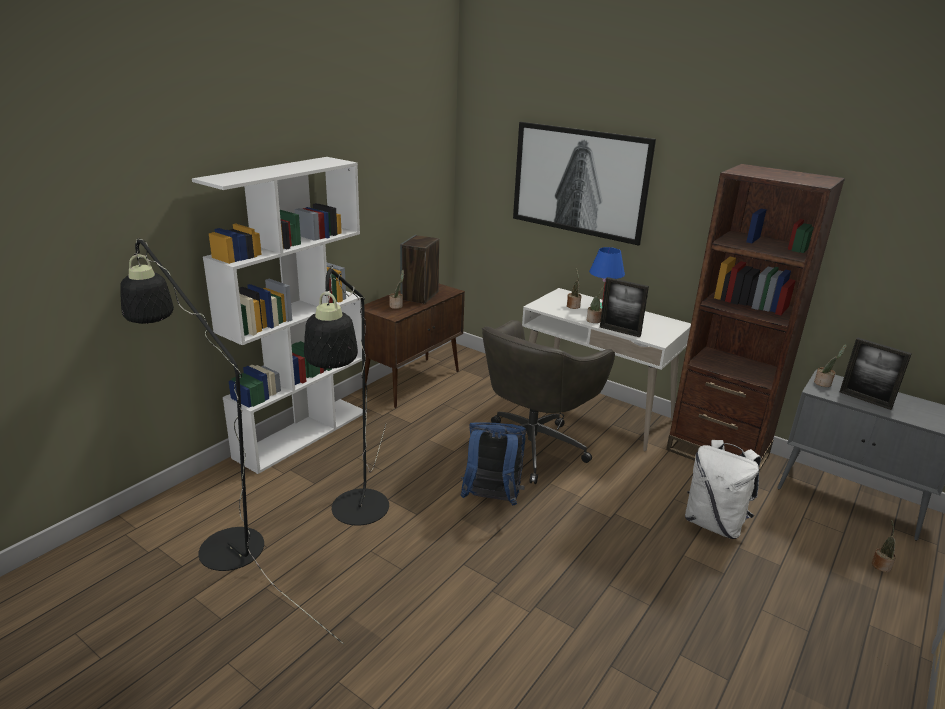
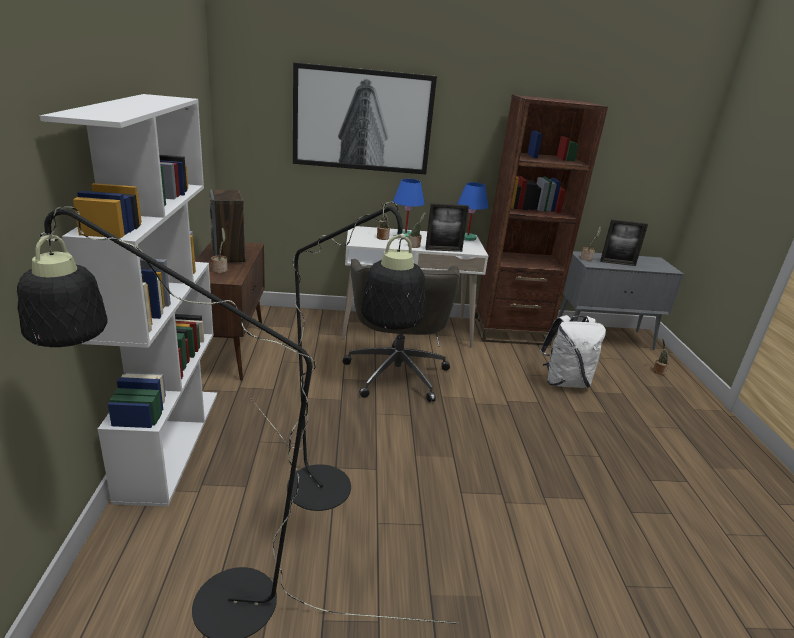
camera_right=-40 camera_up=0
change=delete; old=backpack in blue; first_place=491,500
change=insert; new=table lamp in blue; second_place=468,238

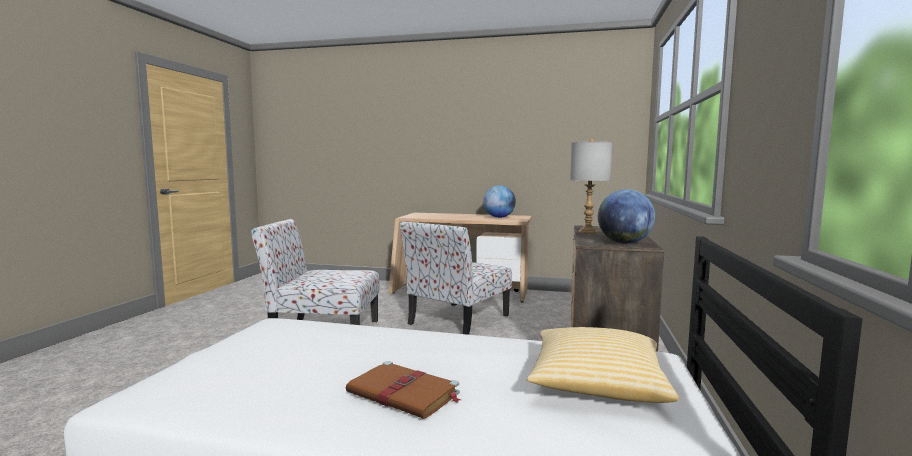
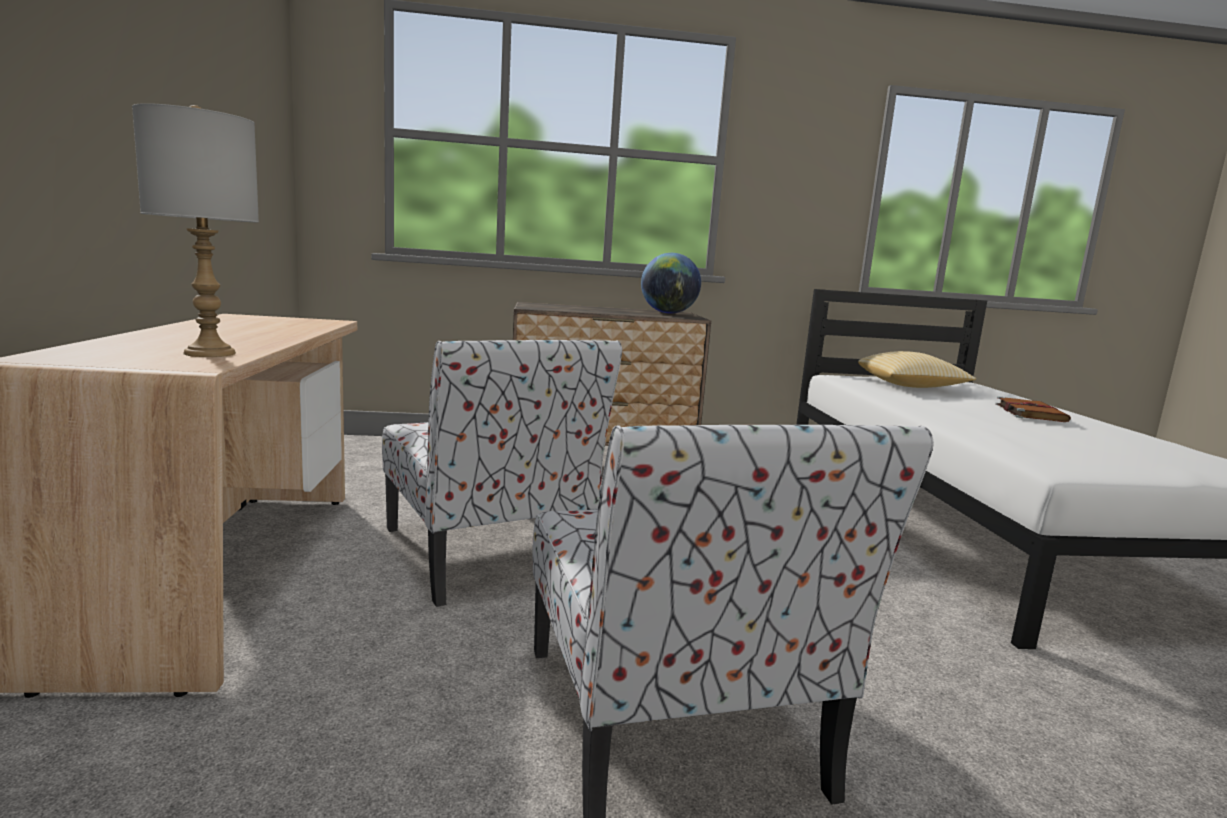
camera_right=-110 camera_up=5
change=rotate; old=chair; first_place=457,320; second_place=487,554; degrees=45
change=delete; old=globe; first_place=499,217
change=move; old=table lamp in grey; first_place=588,232; second_place=210,353

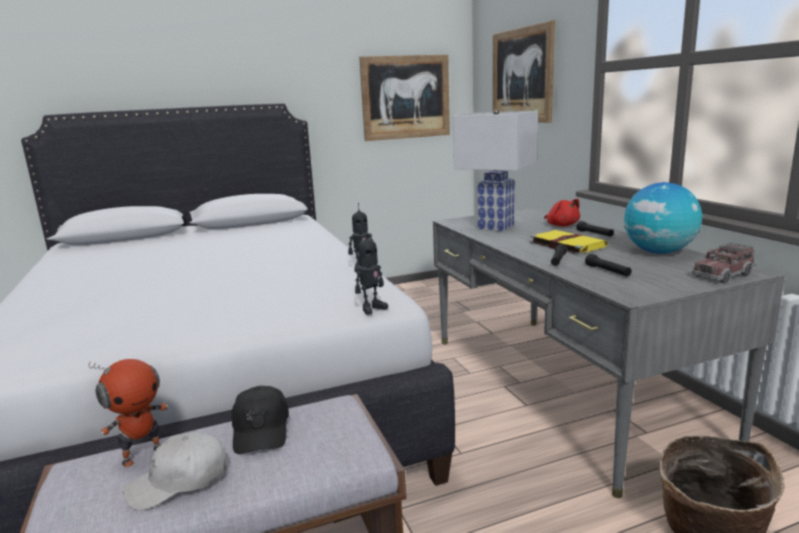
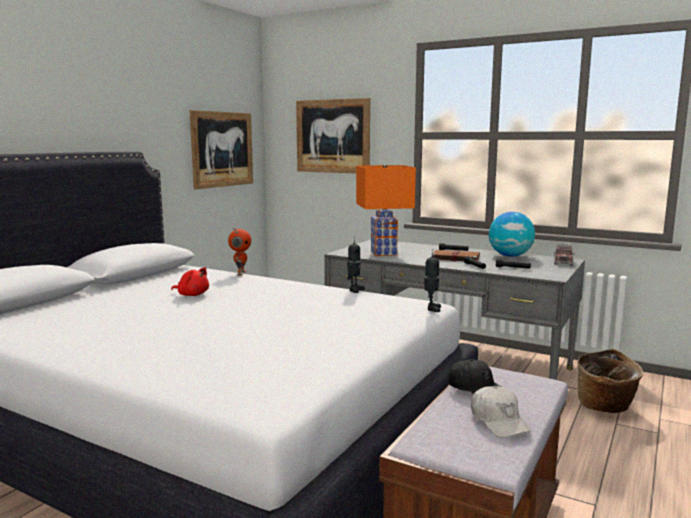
camera_right=-40 camera_up=-5
change=move; old=toy robot; first_place=142,454; second_place=240,273
change=rotate; old=cap in white; first_place=179,482; second_place=499,421; degrees=-45
change=recolor; old=table lamp in white; new=table lamp in orange; first_place=494,227; second_place=383,253
change=recolor; old=book in yellow; new=book in brown; first_place=566,244; second_place=454,258
change=move; old=plush toy in red; first_place=562,225; second_place=192,295

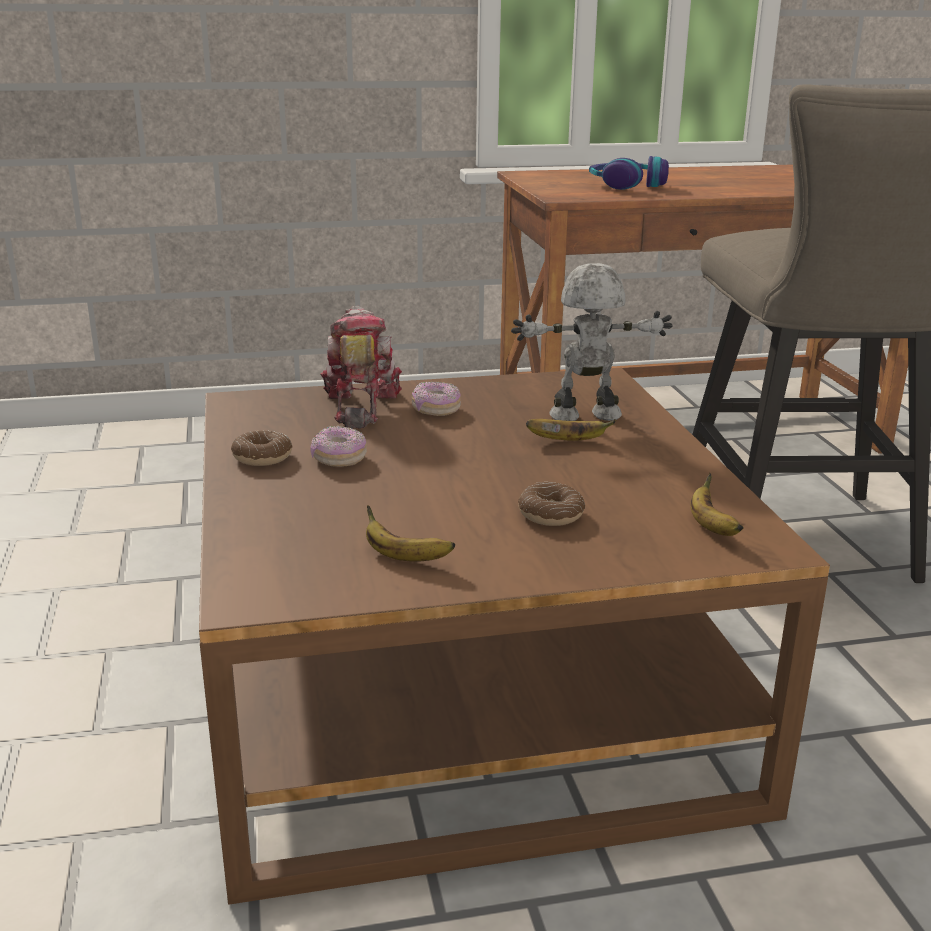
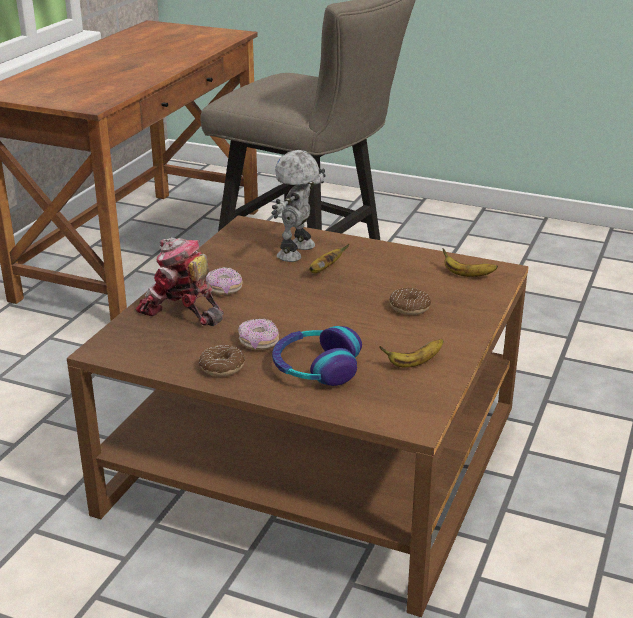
camera_right=-55 camera_up=5
change=move; old=headphones; first_place=626,185; second_place=316,367

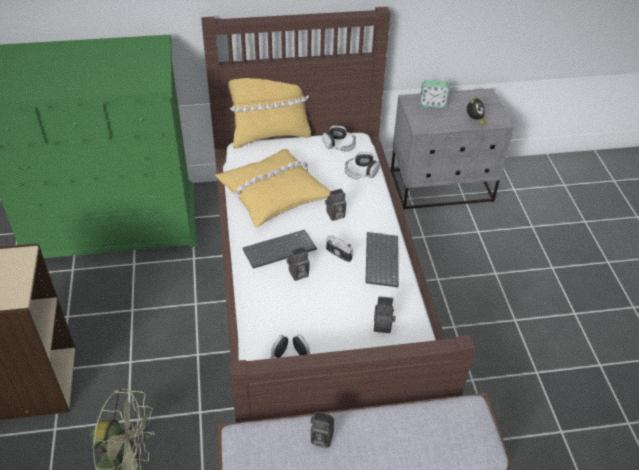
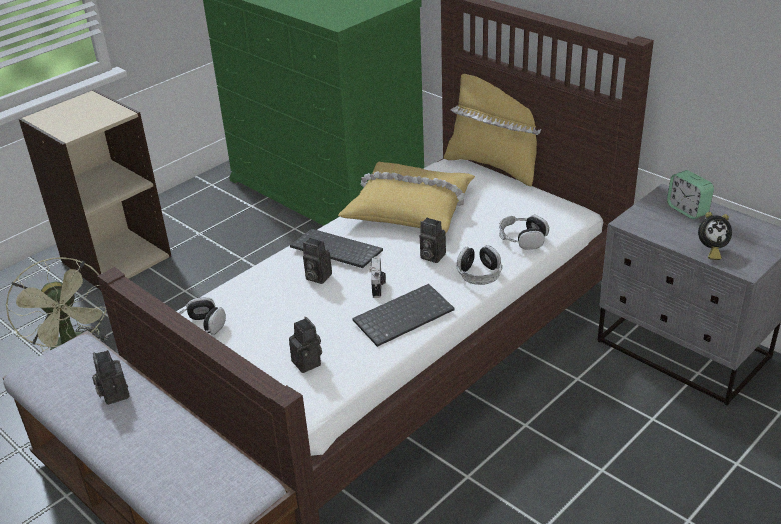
camera_right=55 camera_up=-10
change=move; old=headphones; first_place=339,145; second_place=479,274

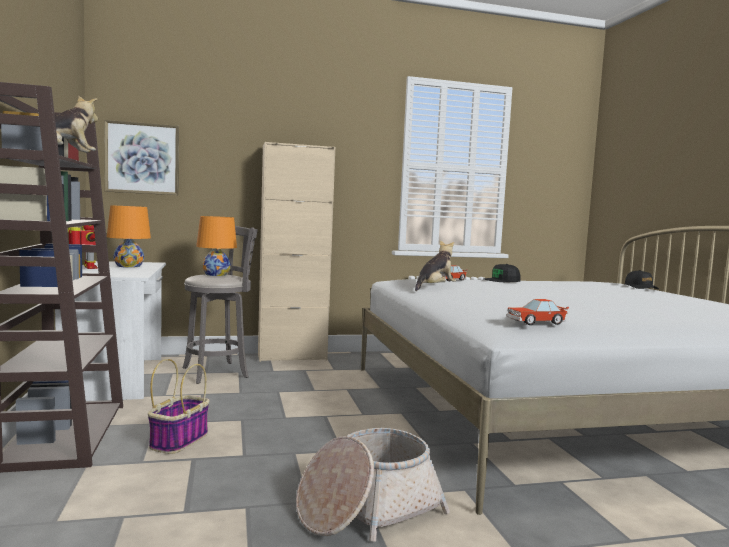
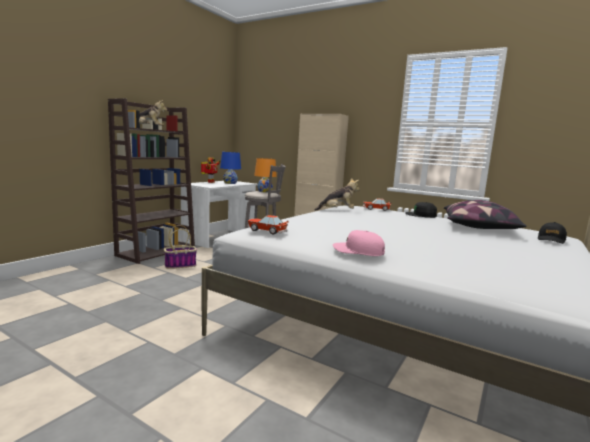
camera_right=45 camera_up=5
change=delete; old=picture; first_place=142,158
change=recolor; old=table lamp in orange; new=table lamp in blue; first_place=128,266; second_place=230,183
change=delete; old=basket; first_place=367,509
change=insert; new=cap in pink; second_place=358,251
change=insert; new=pillow; second_place=479,229

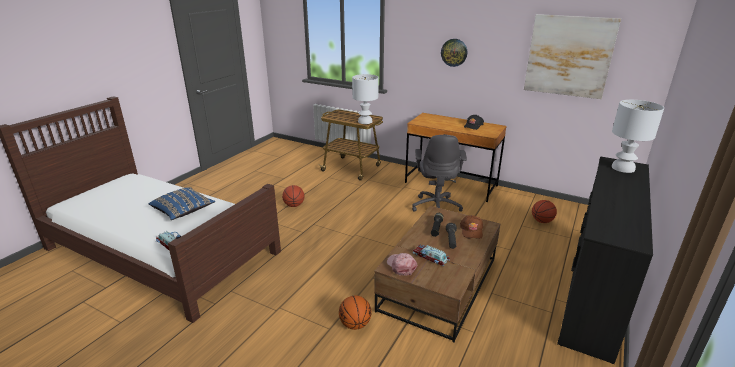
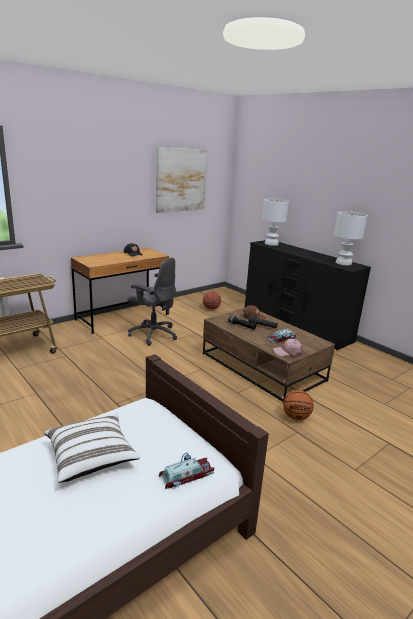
camera_right=-70 camera_up=-5
change=recolor; old=pillow in blue; new=pillow in white; first_place=183,211; second_place=91,457
change=delete; old=basketball; first_place=294,205
change=move; old=table lamp in white; first_place=365,121; second_place=343,263
change=delete; old=wall clock; first_place=454,52

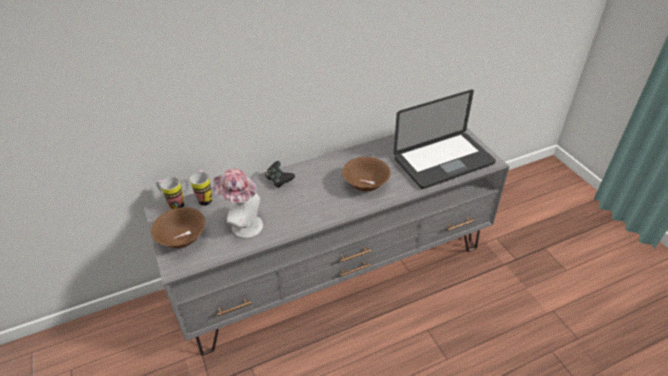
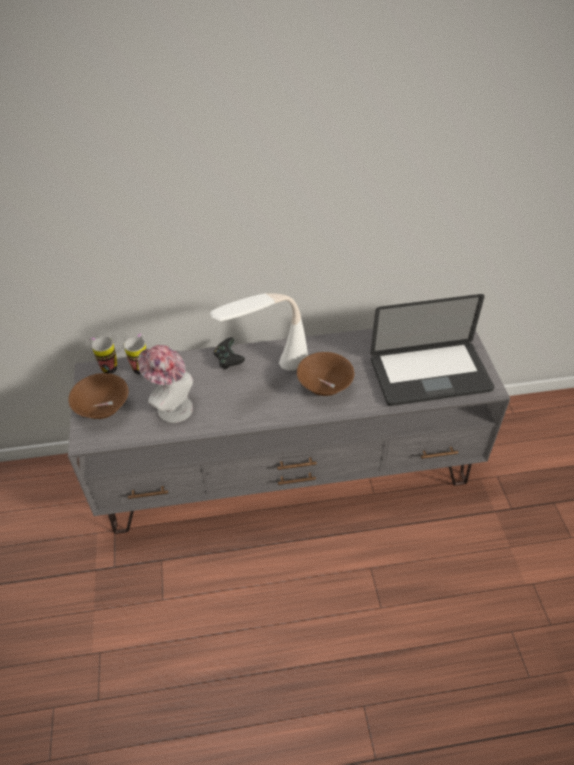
camera_right=15 camera_up=5
change=insert; new=table lamp in white; second_place=265,378

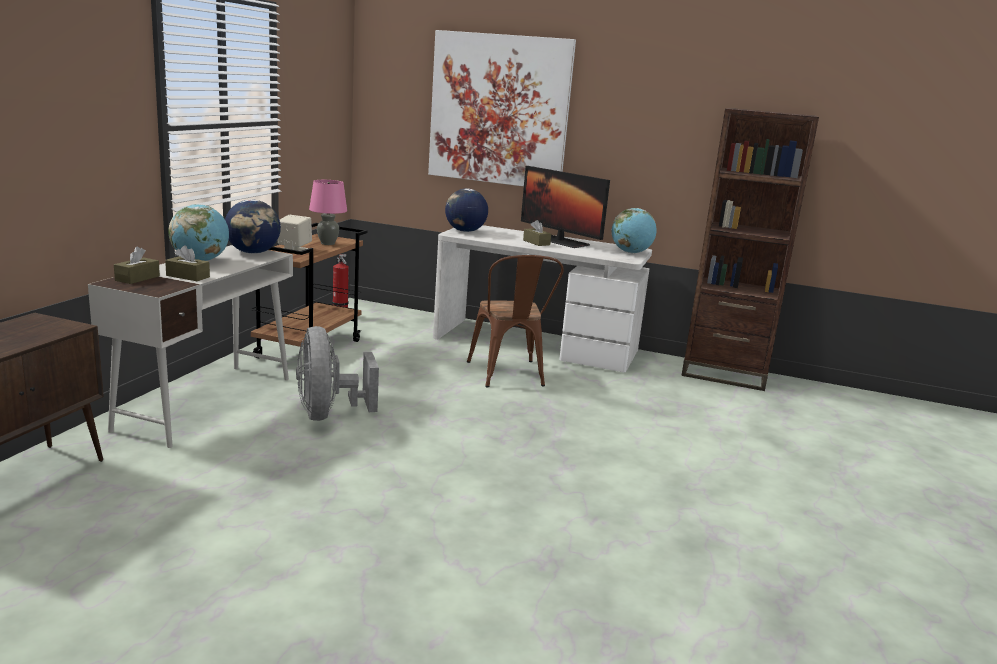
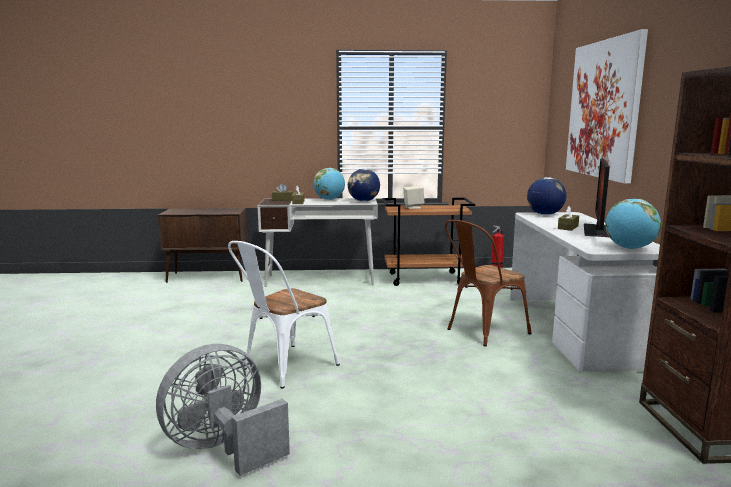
camera_right=70 camera_up=-5
change=move; old=fan in grey; first_place=328,414; second_place=224,448
change=delete; old=table lamp in pink; first_place=328,243
change=insert; new=chair in white; second_place=283,368

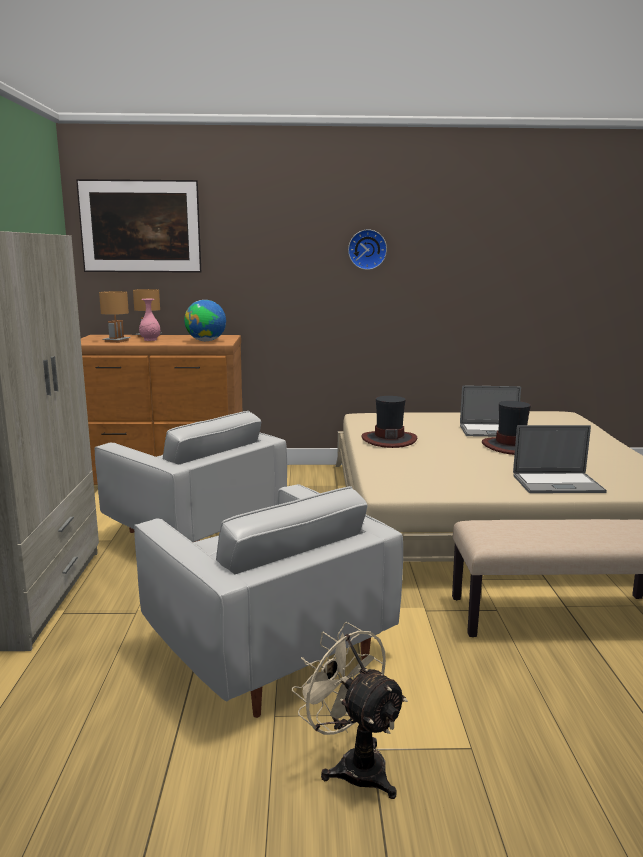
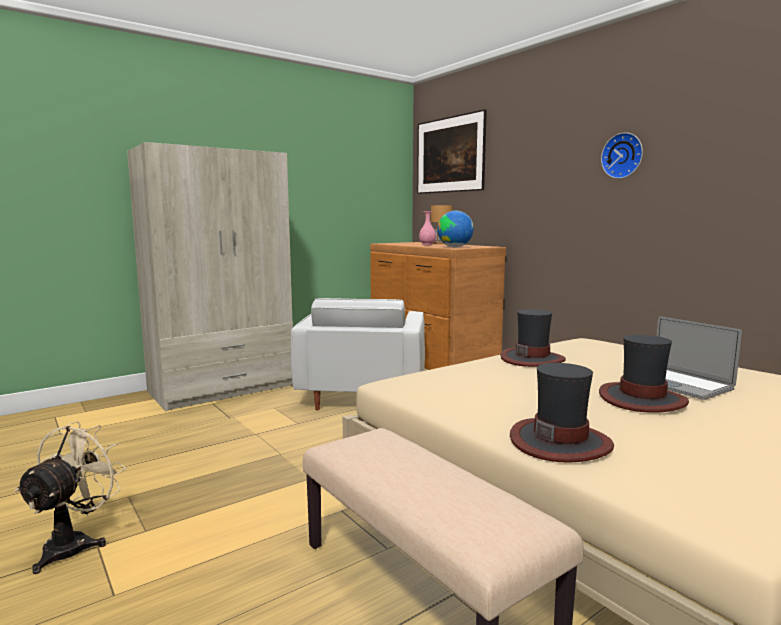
camera_right=55 camera_up=-5
change=delete; old=table lamp in brown; first_place=116,341
change=delete; old=armchair in white; first_place=265,647
change=replace; old=laptop; new=hat; first_place=557,484; second_place=560,442

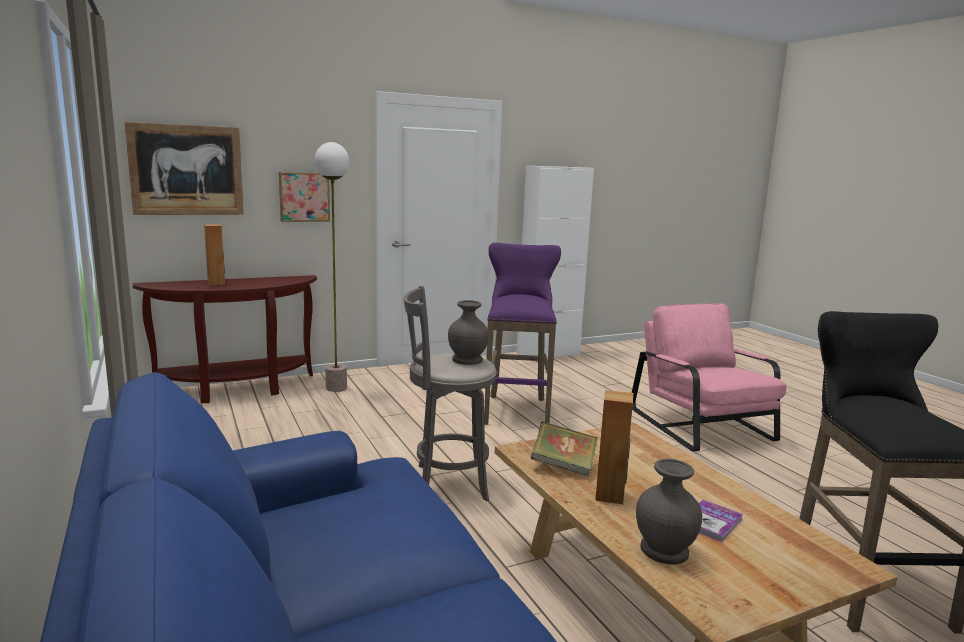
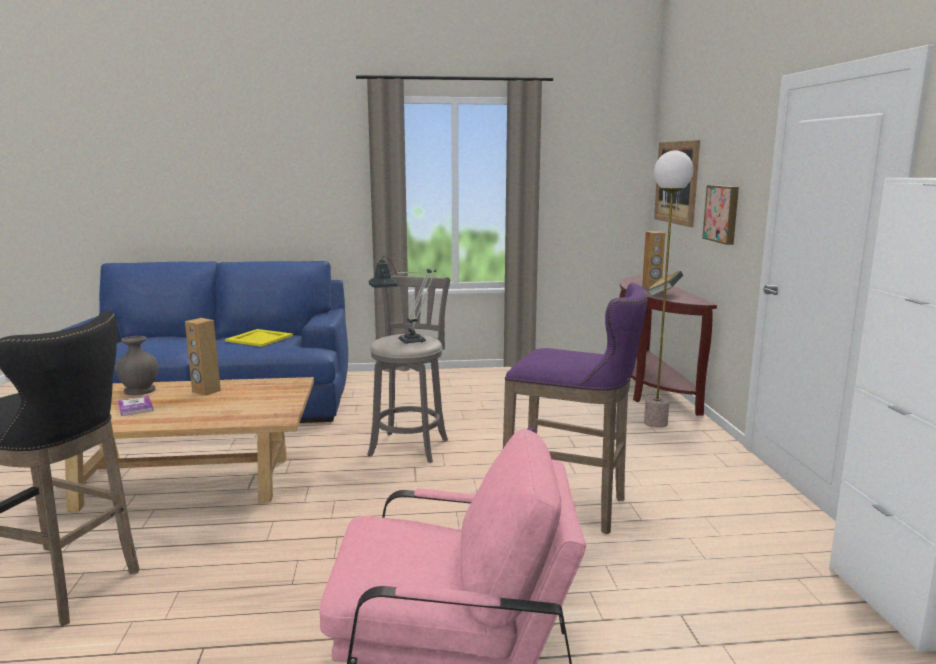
camera_right=110 camera_up=0
change=replace; old=vase in grey; new=table lamp; first_place=467,359; second_place=405,341
change=move; old=book; first_place=563,466; second_place=664,294
change=insert; new=tray in yellow; second_place=260,338

